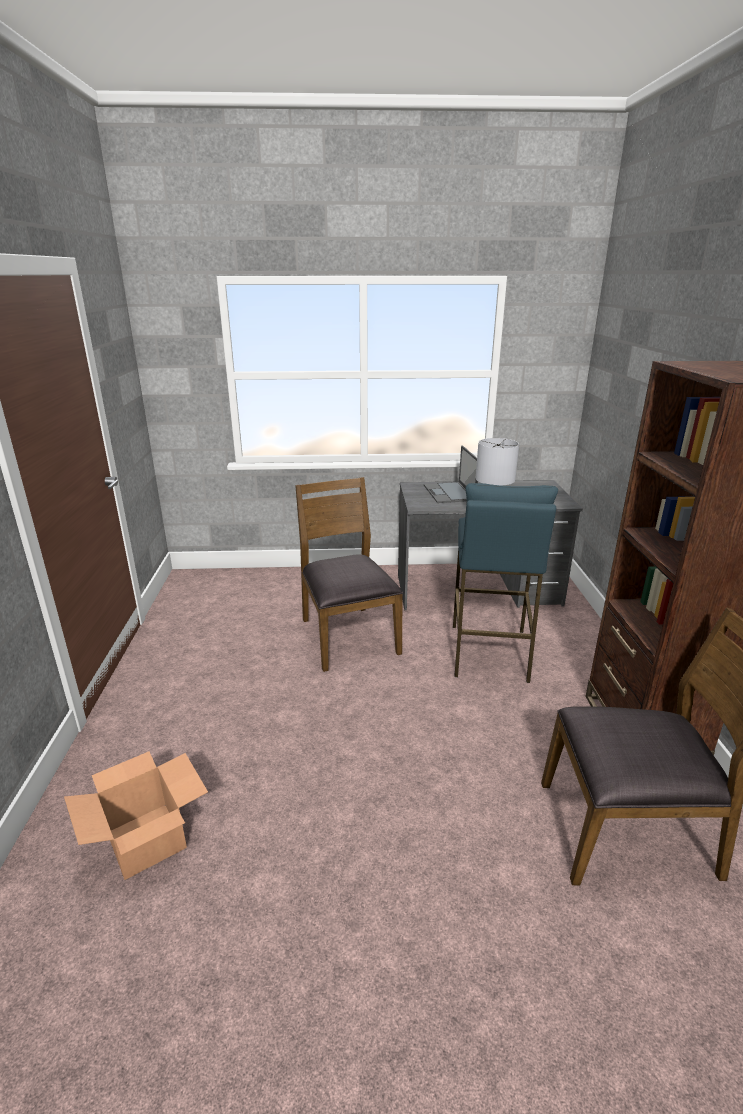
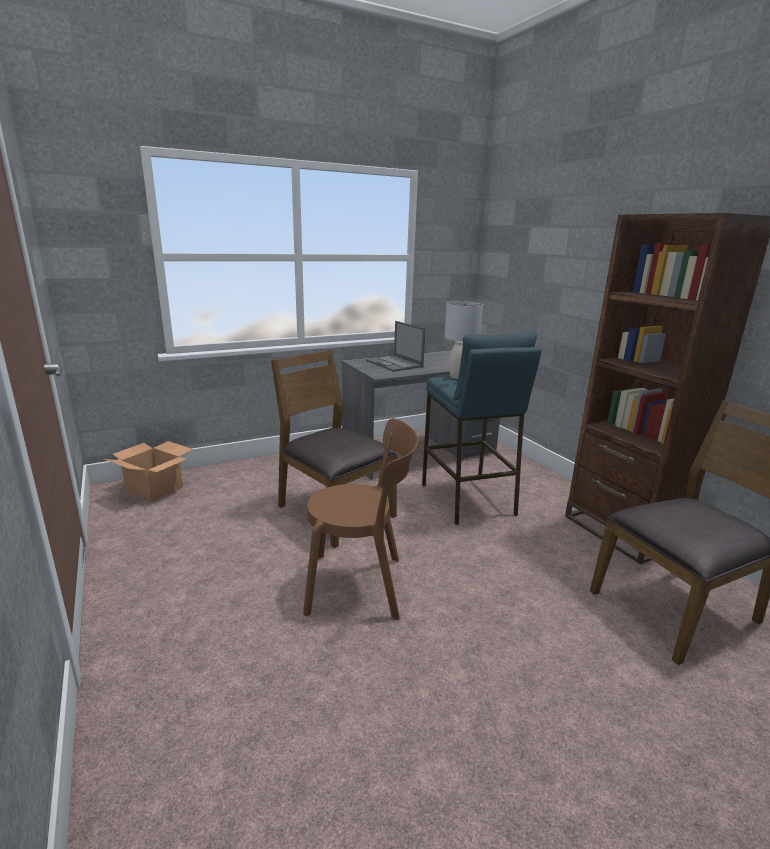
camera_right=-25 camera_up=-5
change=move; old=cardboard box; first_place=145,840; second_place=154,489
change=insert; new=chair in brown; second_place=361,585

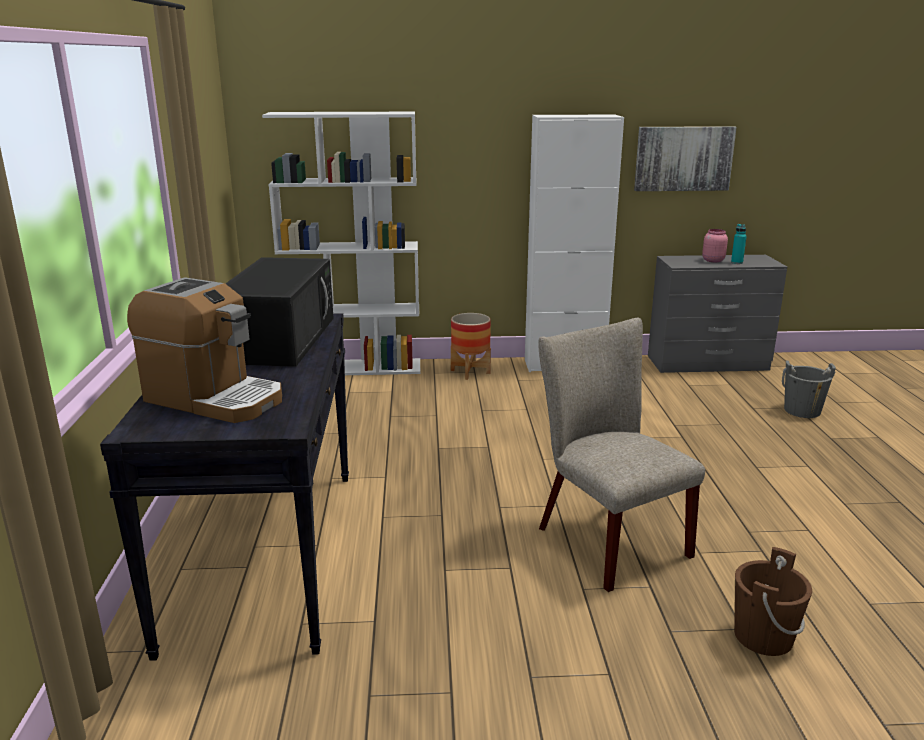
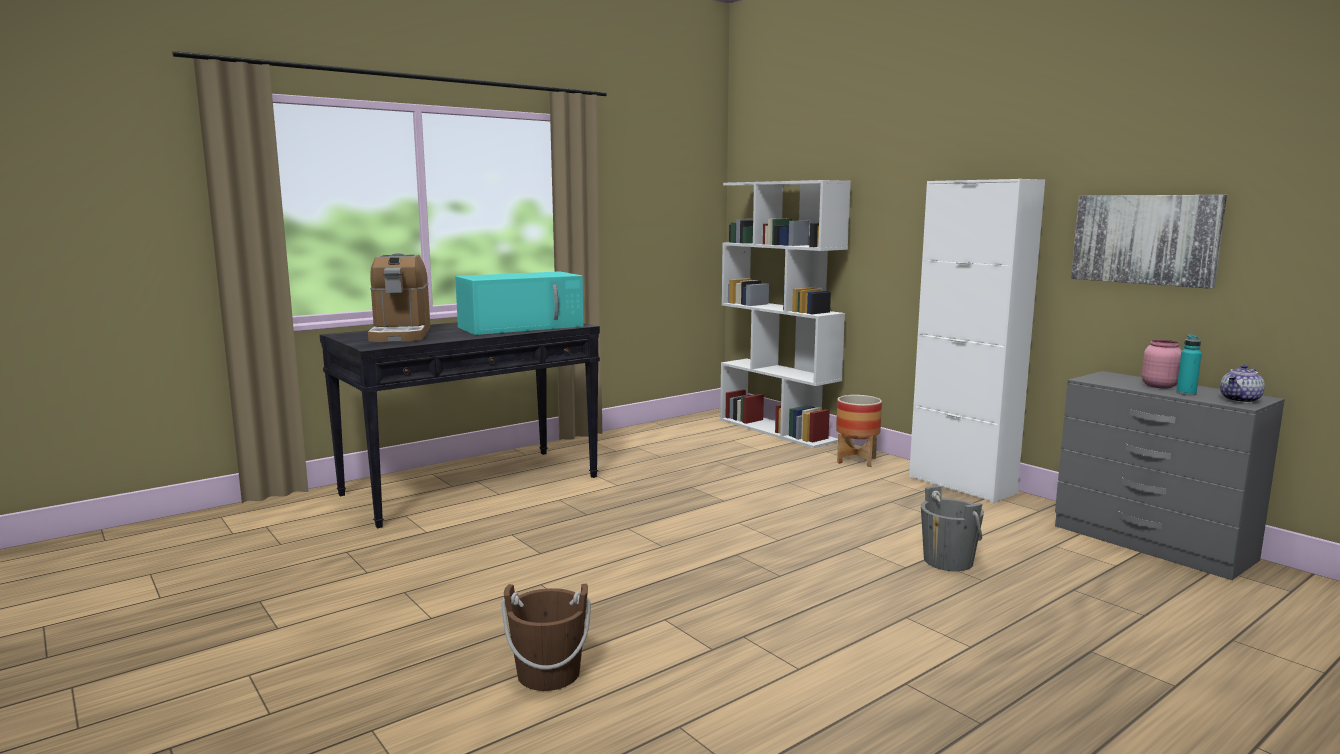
camera_right=55 camera_up=-10
change=recolor; old=microwave in black; new=microwave in turquoise; first_place=280,338; second_place=522,326
change=delete; old=chair in beige; first_place=605,538
change=move; old=bucket in grey; first_place=802,411; second_place=948,561
change=insert; new=teapot; second_place=1241,400

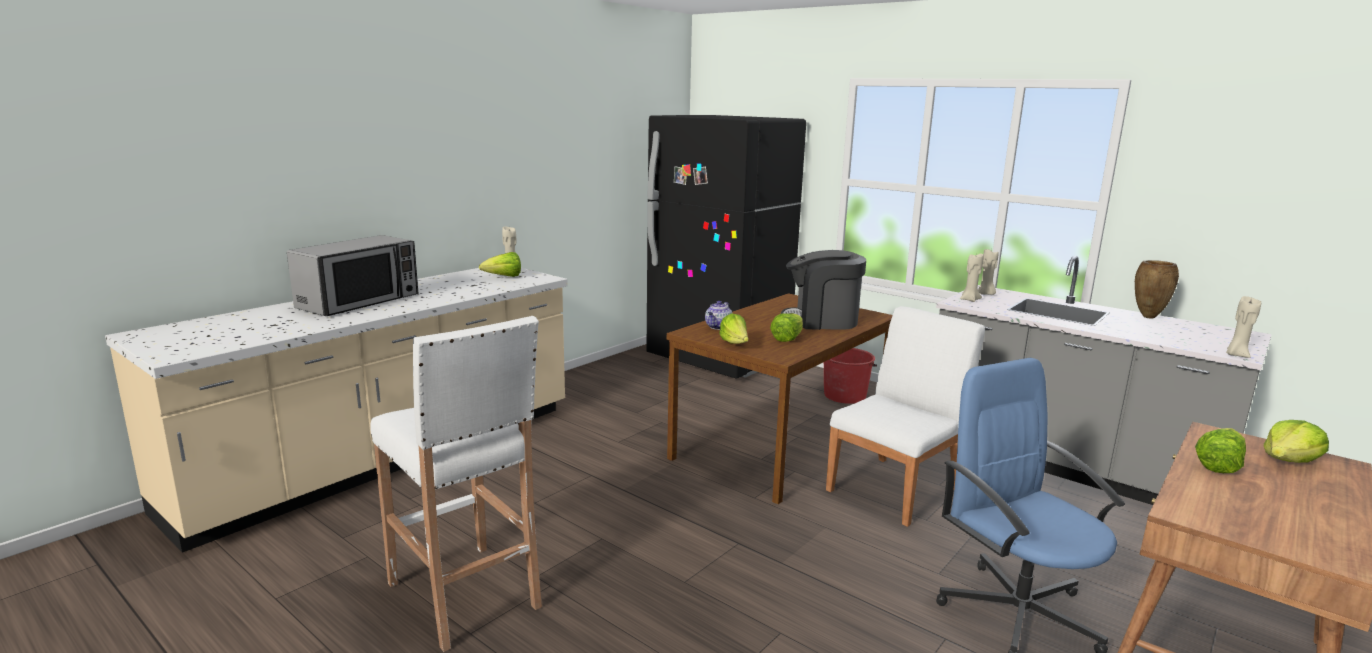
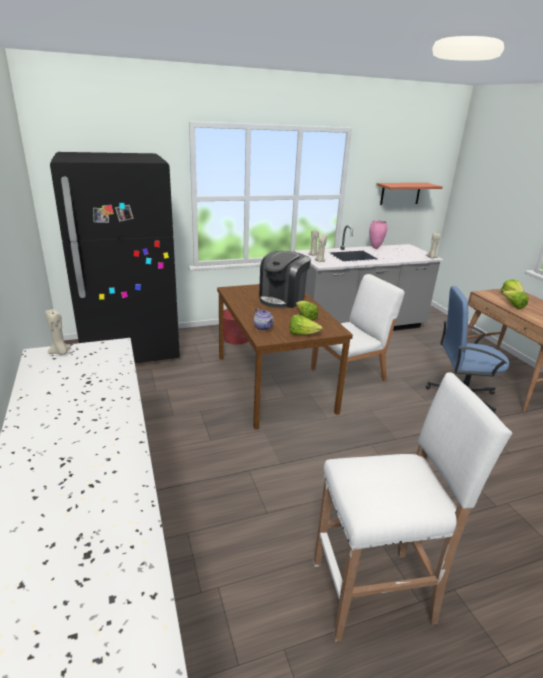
camera_right=-60 camera_up=10
change=delete; old=microwave; first_place=360,302
change=delete; old=lettuce; first_place=503,277
change=rotate; old=chair in white; first_place=895,489; second_place=349,374; degrees=75
change=recolor; old=vase in brown; new=vase in pink; first_place=1147,317; second_place=375,248
change=insert; new=shelf; second_place=400,193

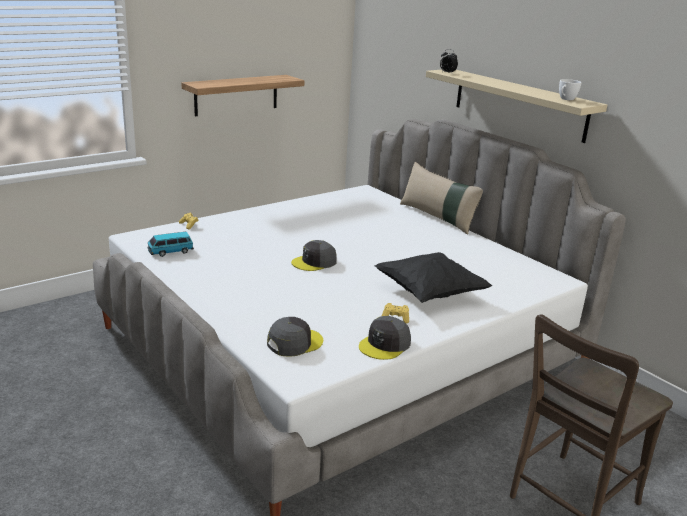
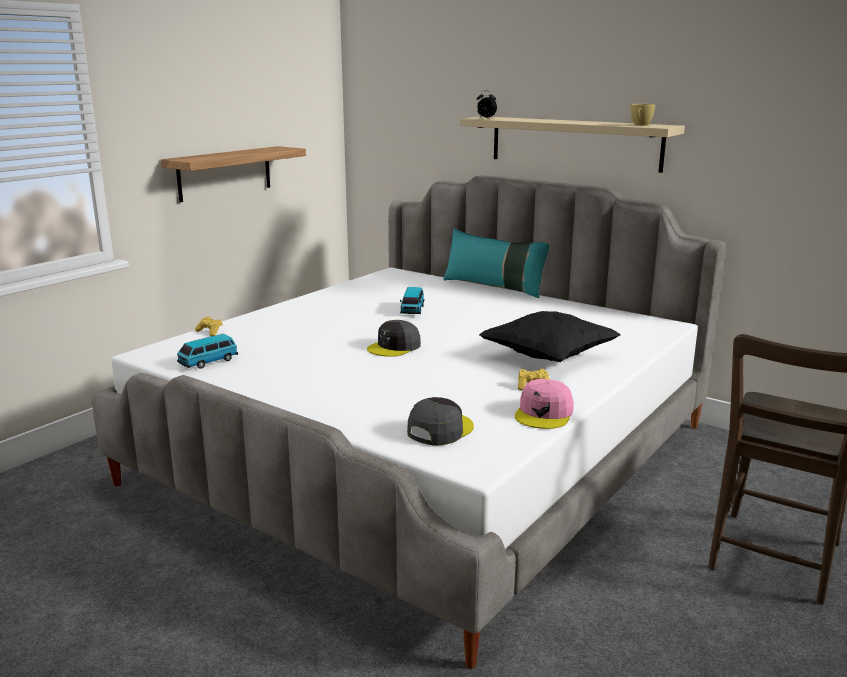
camera_right=-15 camera_up=-5
change=recolor; old=cap in grey; new=cap in pink; first_place=385,345; second_place=544,413
change=recolor; old=pillow in beige; new=pillow in turquoise; first_place=438,217; second_place=495,287
change=recolor; old=cup in white; new=cup in yellow; first_place=566,99; second_place=640,125
change=insert; new=toy car; second_place=412,310

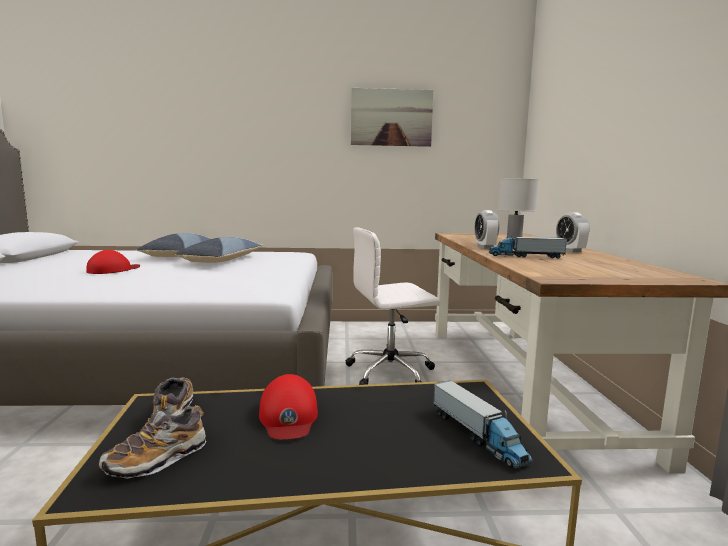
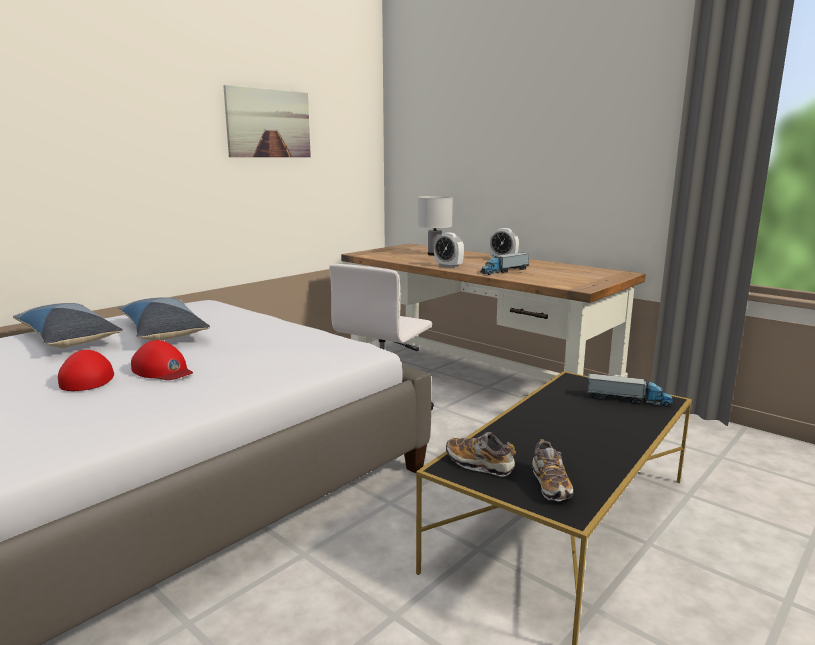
camera_right=-45 camera_up=5
change=move; old=cap in red; first_place=288,416; second_place=163,370

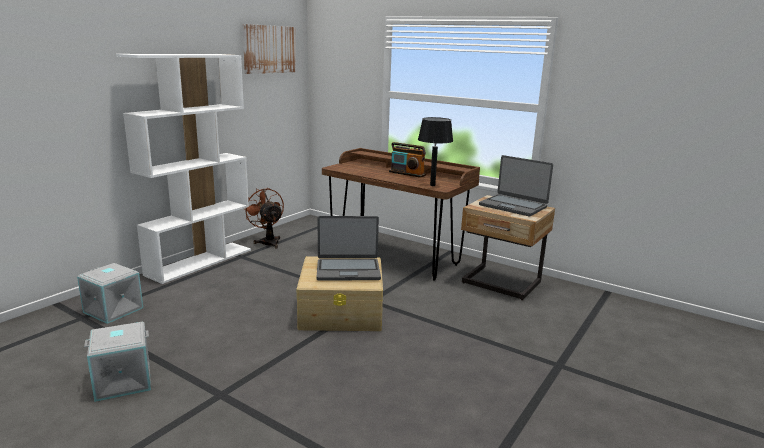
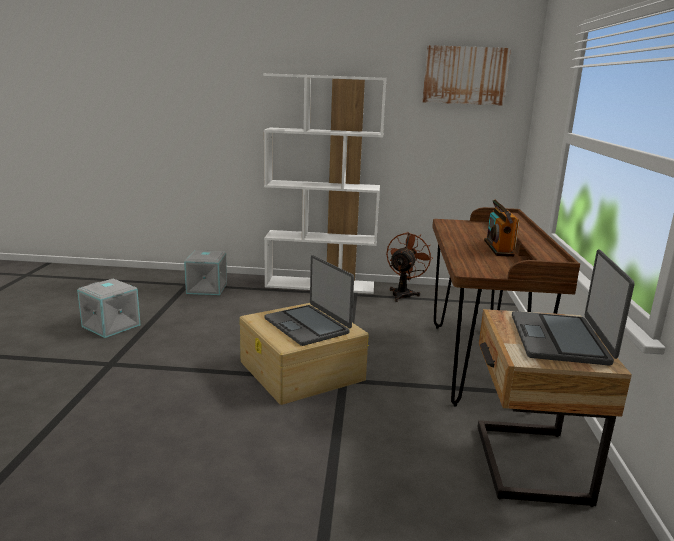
camera_right=60 camera_up=0
change=delete; old=table lamp in black; first_place=432,185

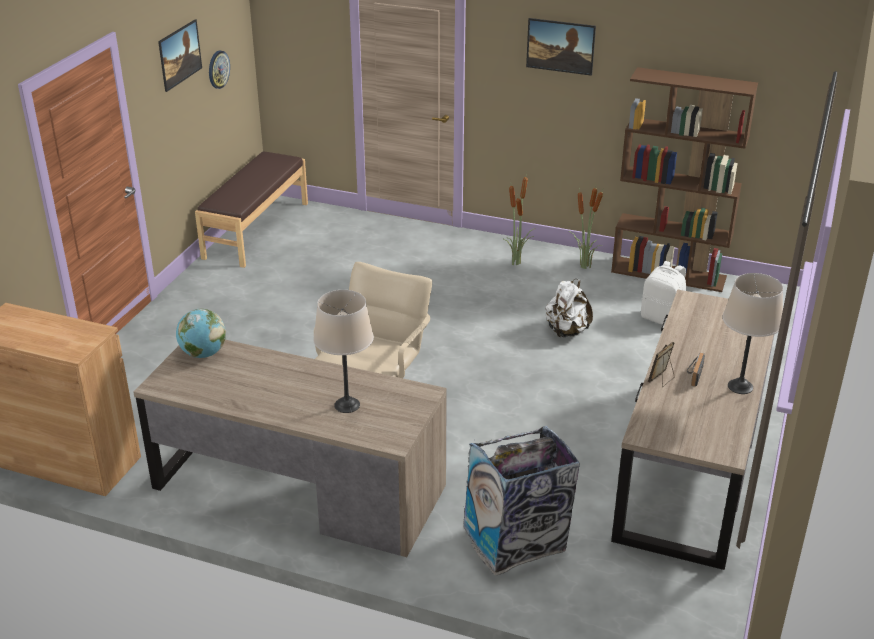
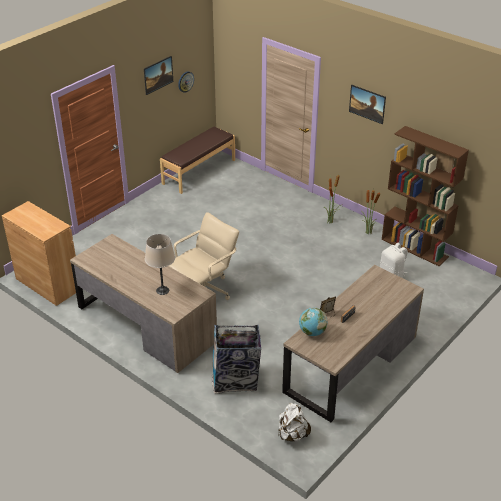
camera_right=20 camera_up=5
change=move; old=globe; first_place=203,354; second_place=312,332
change=move; old=backpack in white; first_place=566,331; second_place=292,434
change=delete; old=table lamp in beige; first_place=740,386

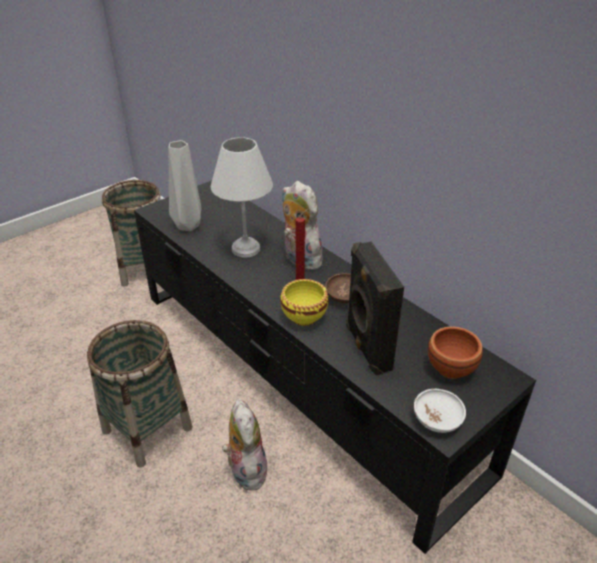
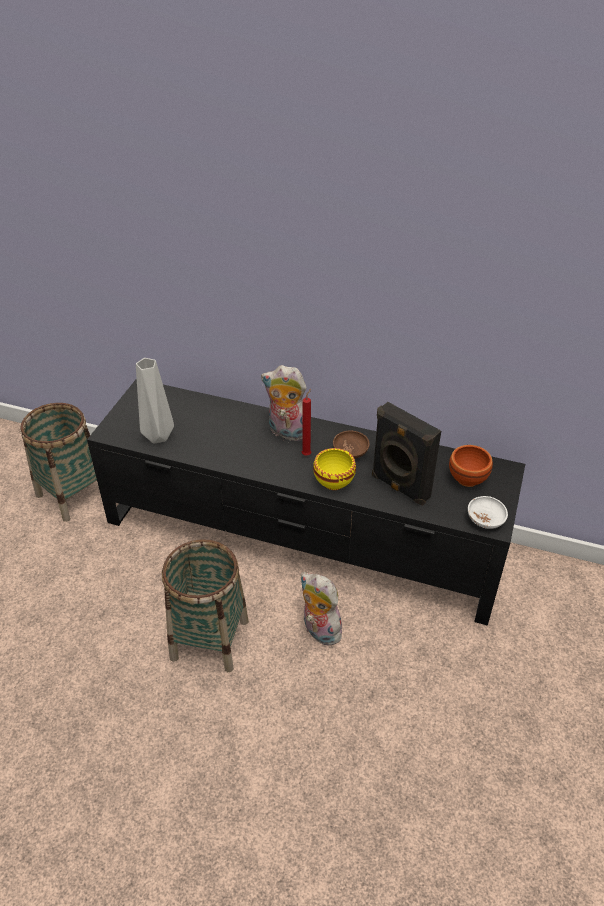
camera_right=-30 camera_up=5
change=delete; old=table lamp in white; first_place=245,250

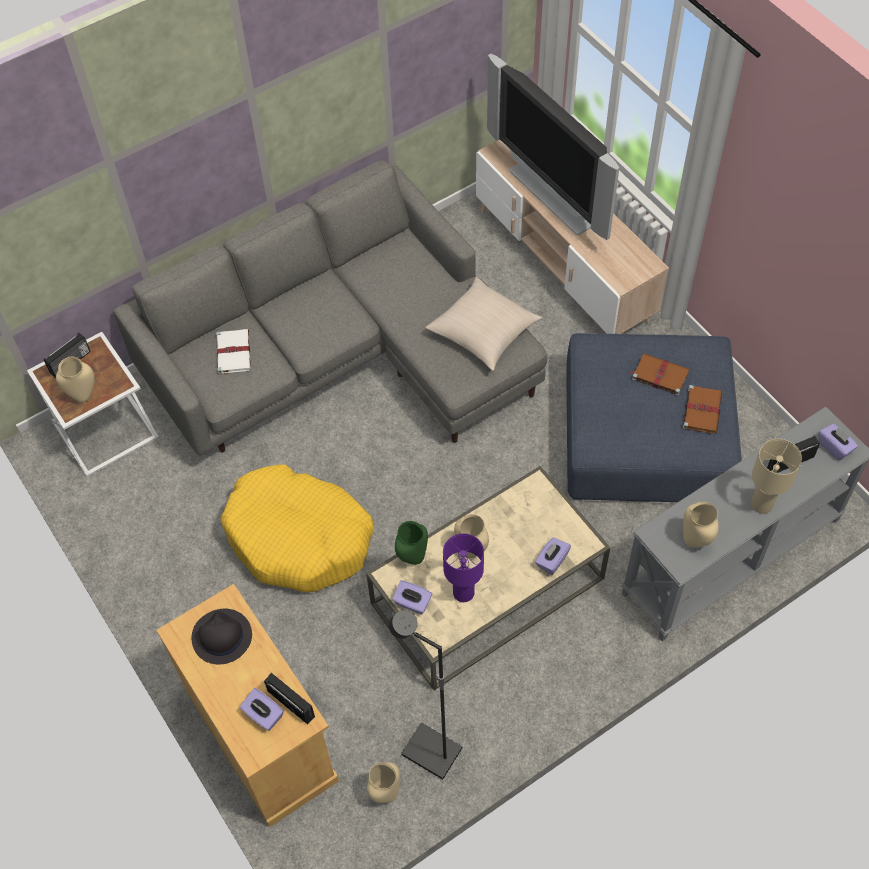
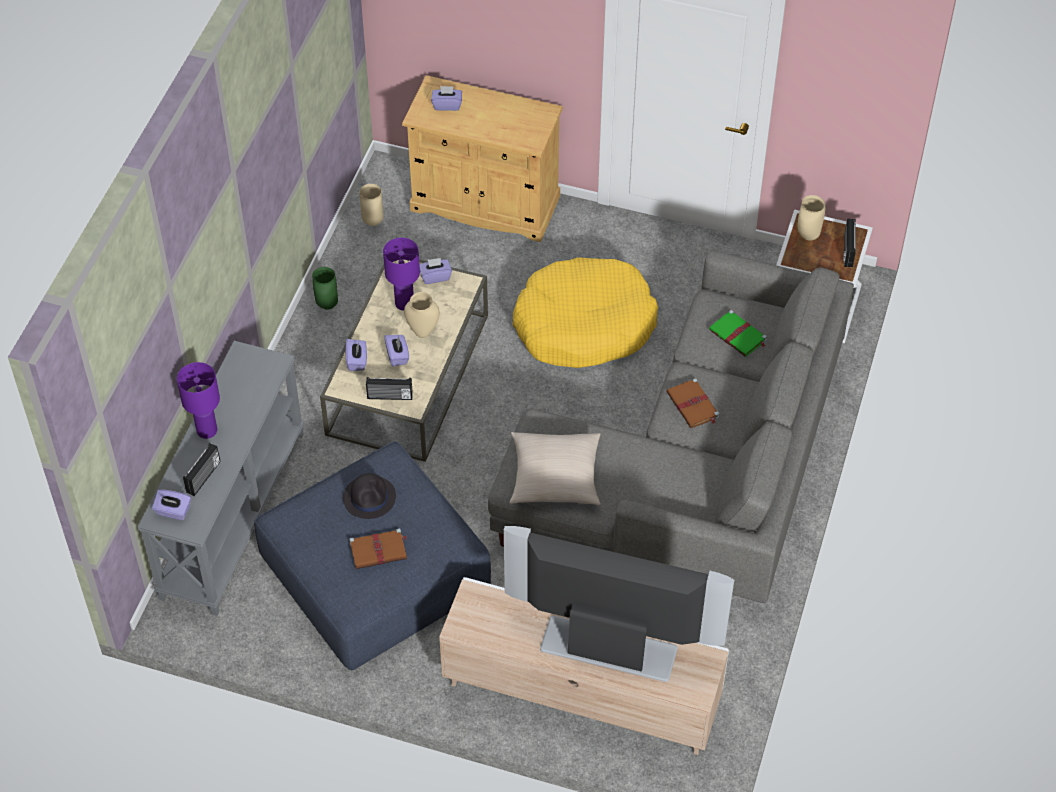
camera_right=140 camera_up=-5
change=move; old=hat in black; first_place=221,637; second_place=369,497
change=recolor; old=book in white; new=book in green; first_place=233,352; second_place=738,335
change=move; old=radio; first_place=292,703; second_place=390,396
change=delete; old=floor lamp in black; first_place=430,753
change=move; old=vase in green; first_place=413,558; second_place=326,305
change=move; old=book in brown; first_place=702,410; second_place=693,406
change=delete; old=vase in beige; first_place=694,541
change=recolor; old=table lamp in beige; new=table lamp in purple; first_place=761,504; second_place=207,431
change=insert; new=tissue box in purple; second_place=397,356

